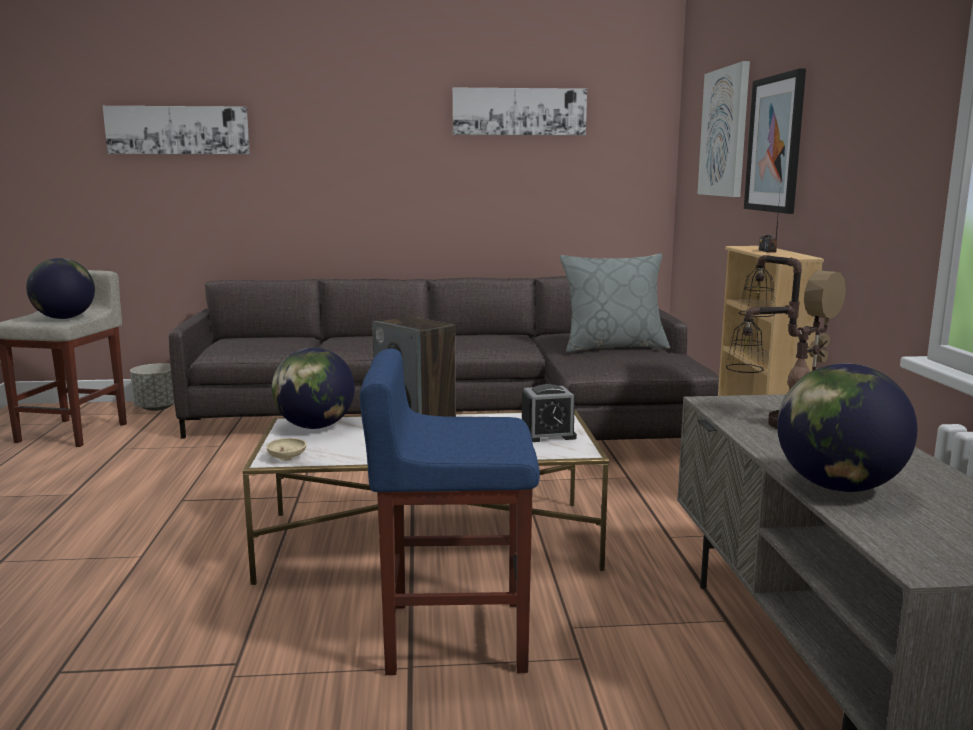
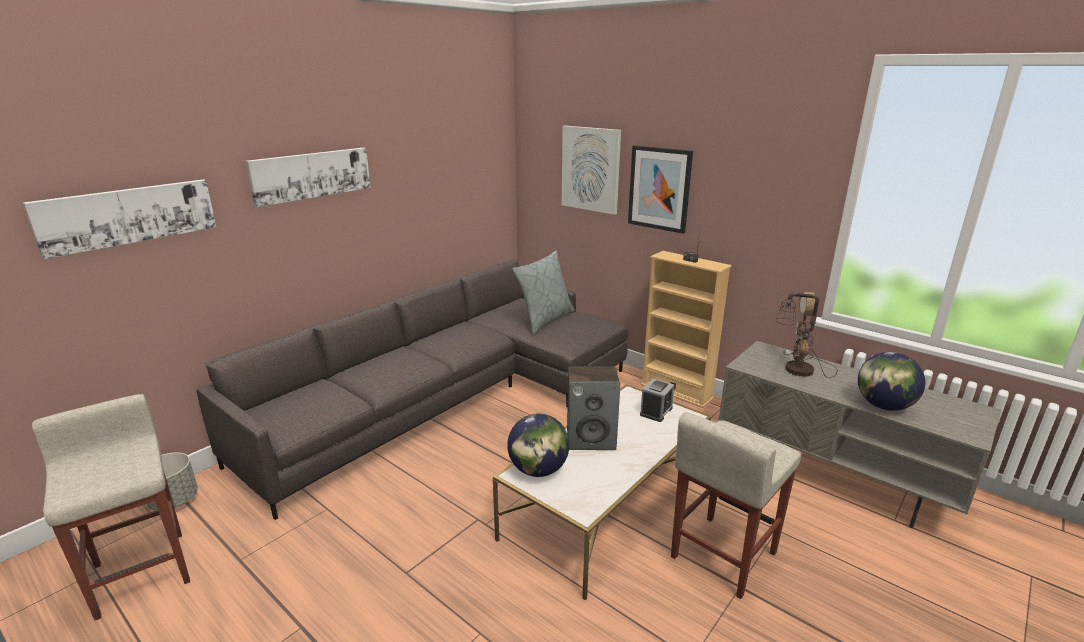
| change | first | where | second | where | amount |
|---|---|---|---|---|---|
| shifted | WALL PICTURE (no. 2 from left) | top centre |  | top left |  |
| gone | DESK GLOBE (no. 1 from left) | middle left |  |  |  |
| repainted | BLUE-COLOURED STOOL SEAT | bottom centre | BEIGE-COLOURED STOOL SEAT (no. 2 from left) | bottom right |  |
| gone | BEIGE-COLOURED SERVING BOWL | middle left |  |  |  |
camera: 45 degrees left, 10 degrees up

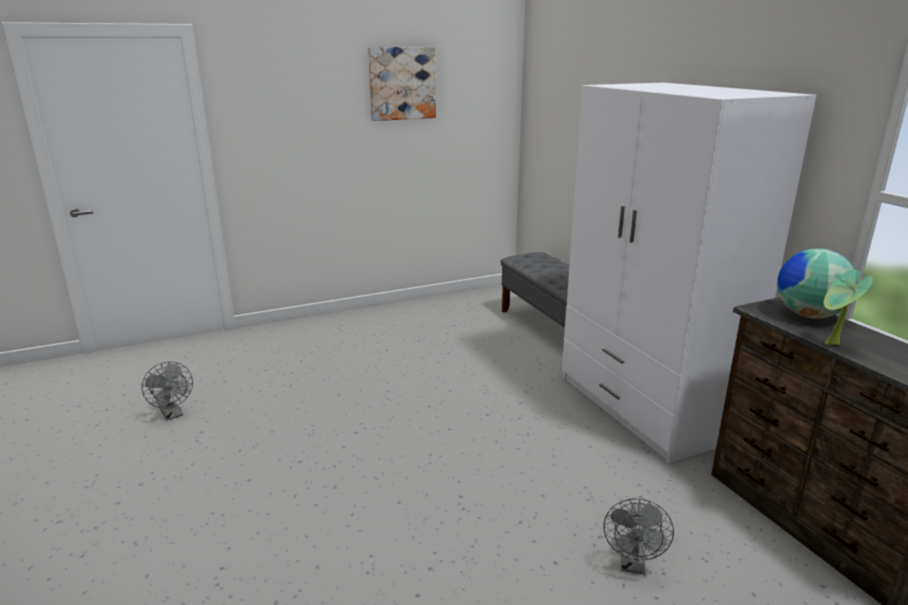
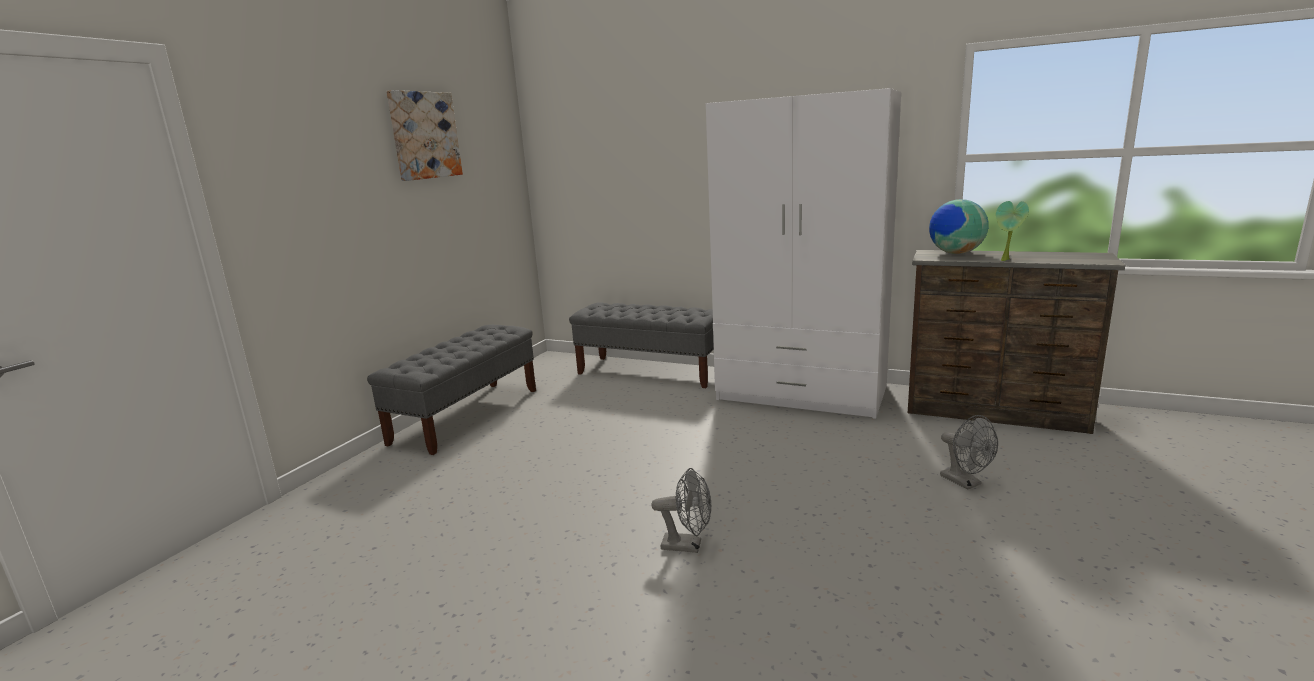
| change | first | where | second | where | amount |
|---|---|---|---|---|---|
| shifted | GRAY COOLING FAN (no. 1 from left) | middle left |  | bottom centre |  |
| new |  |  | GRAY LONG SEAT (no. 1 from left) | centre |  |
camera: 40 degrees left, 5 degrees down

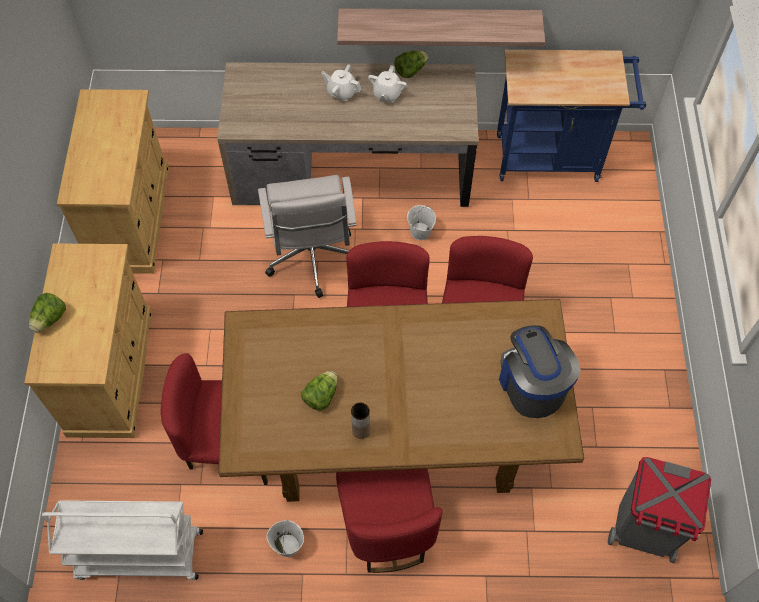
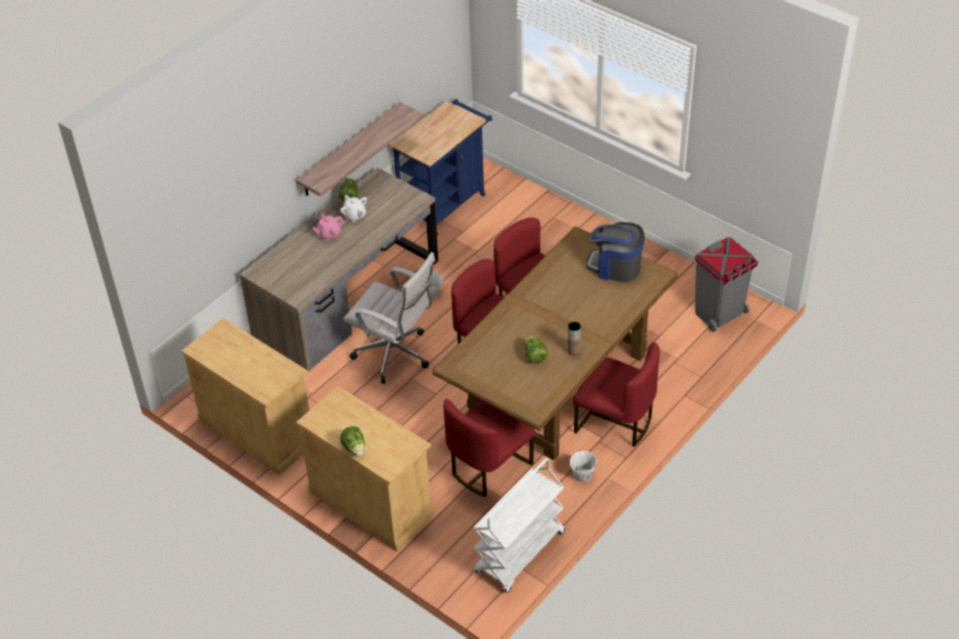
| change | first | where | second | where | amount |
|---|---|---|---|---|---|
| repainted | WHITE-COLOURED TEAPOT (no. 1 from left) | top centre | PINKISH TEAPOT | centre |  |
camera: 50 degrees left, 15 degrees down

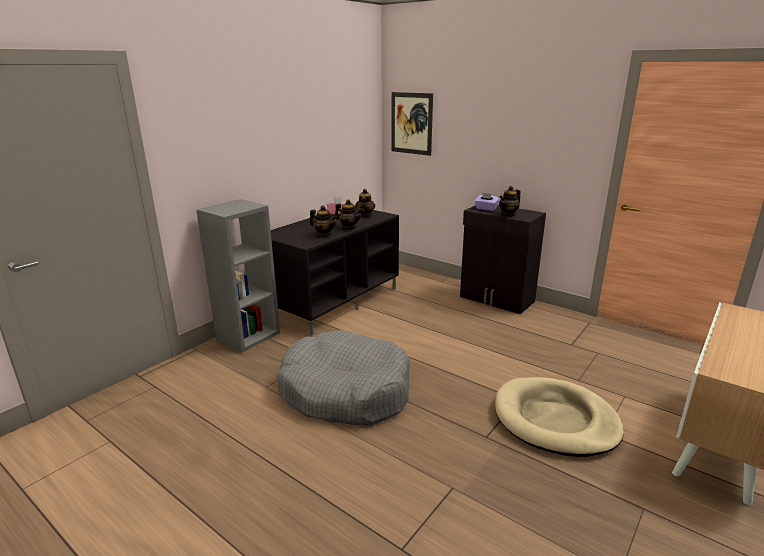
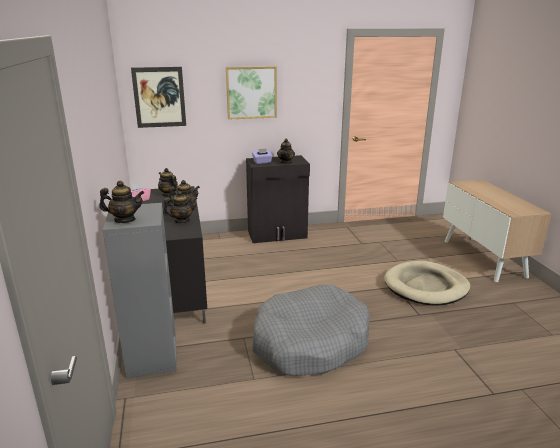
| change | first | where | second | where | amount |
|---|---|---|---|---|---|
| new |  |  | WALL PICTURE (no. 2 from left) | top centre |  |
| new |  |  | TEAPOT (no. 1 from left) | middle left |  |
camera: 50 degrees left, 0 degrees up

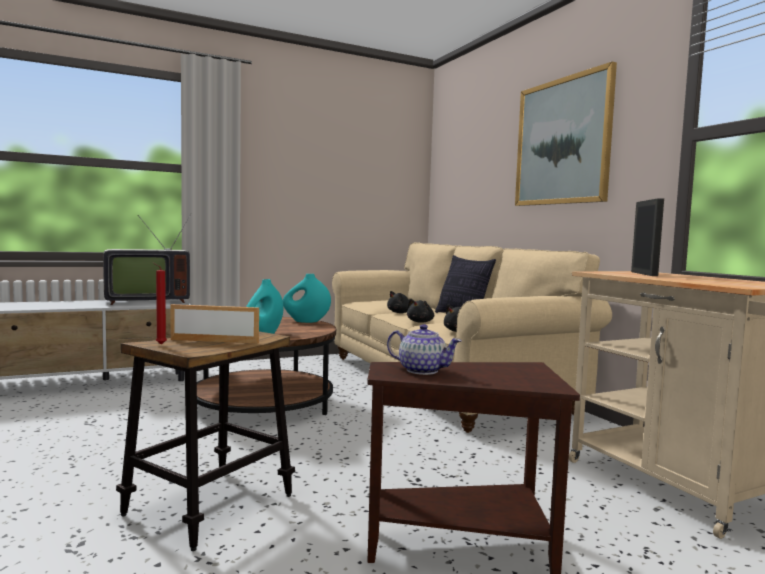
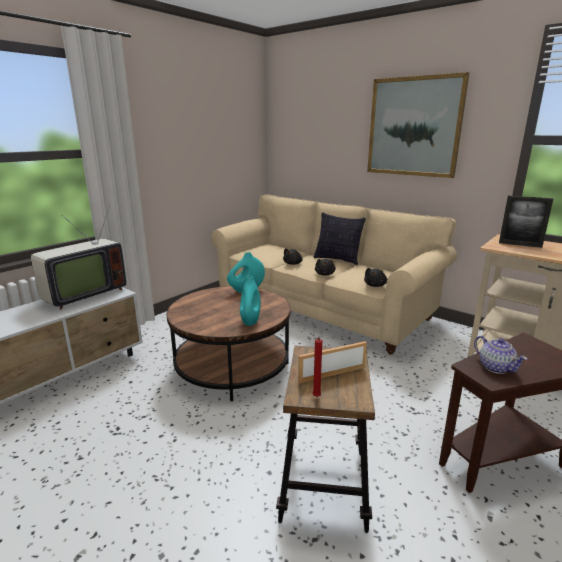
| change | first | where | second | where | amount |
|---|---|---|---|---|---|
| rotated | PHOTO FRAME (no. 2 from left) | middle right |  | middle right | 135 degrees clockwise |
| rotated | TEAPOT | centre |  | middle right | 60 degrees clockwise |
camera: 25 degrees left, 15 degrees up

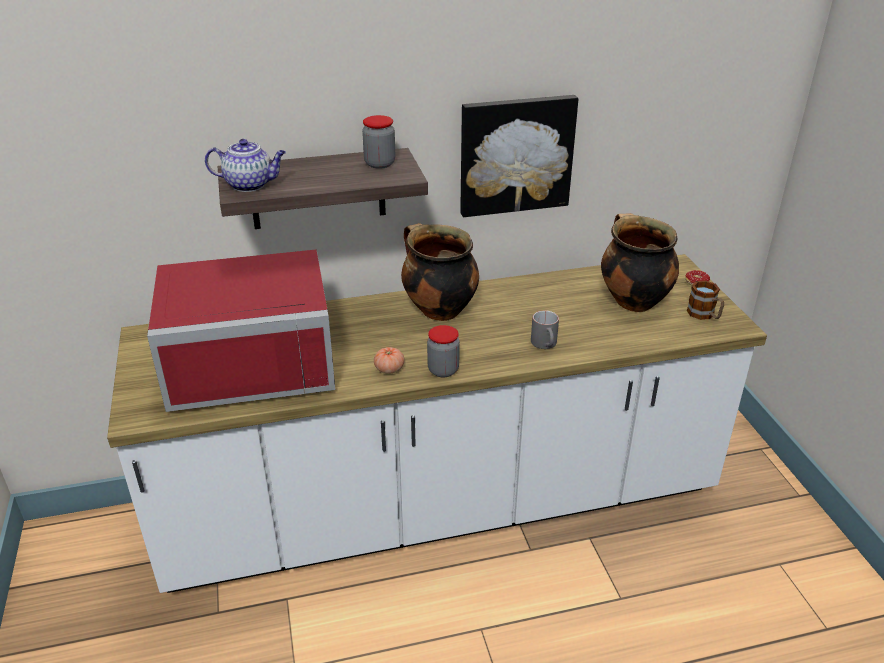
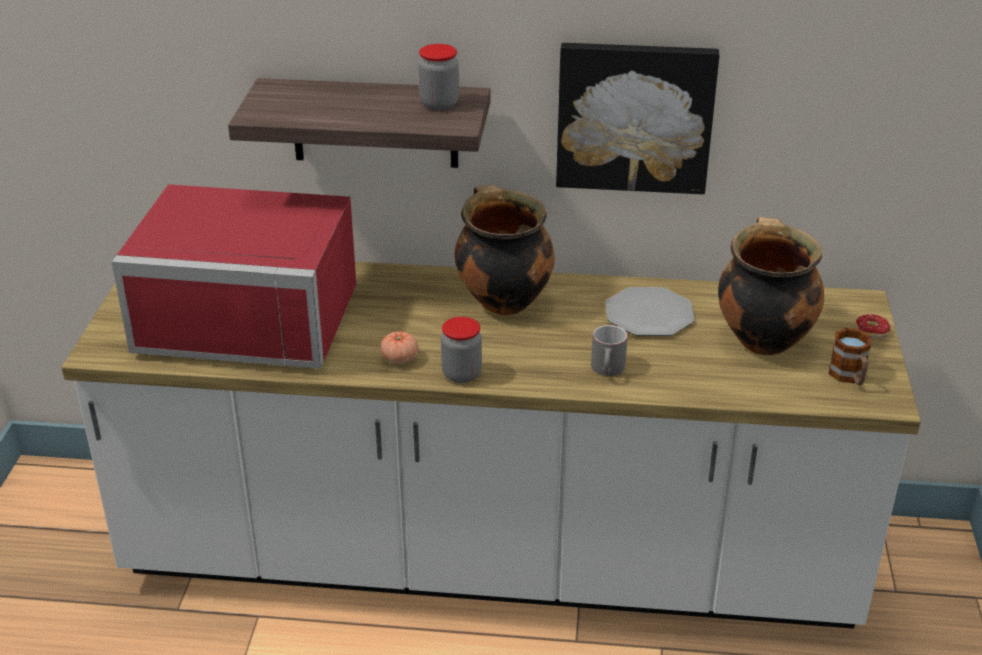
| change | first | where | second | where | amount |
|---|---|---|---|---|---|
| gone | TEAPOT | top left |  |  |  |
| new |  |  | PLATE | centre |  |
camera: 20 degrees right, 0 degrees up

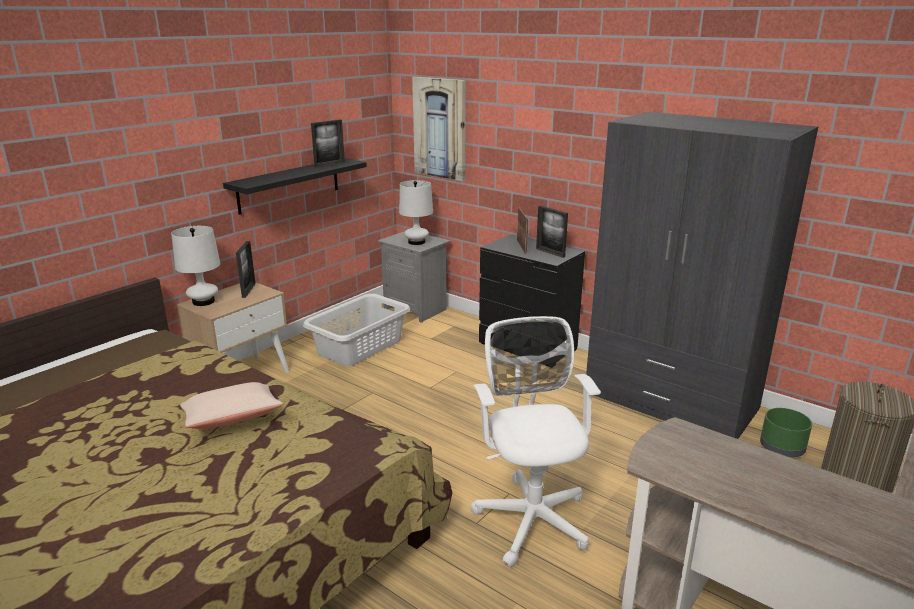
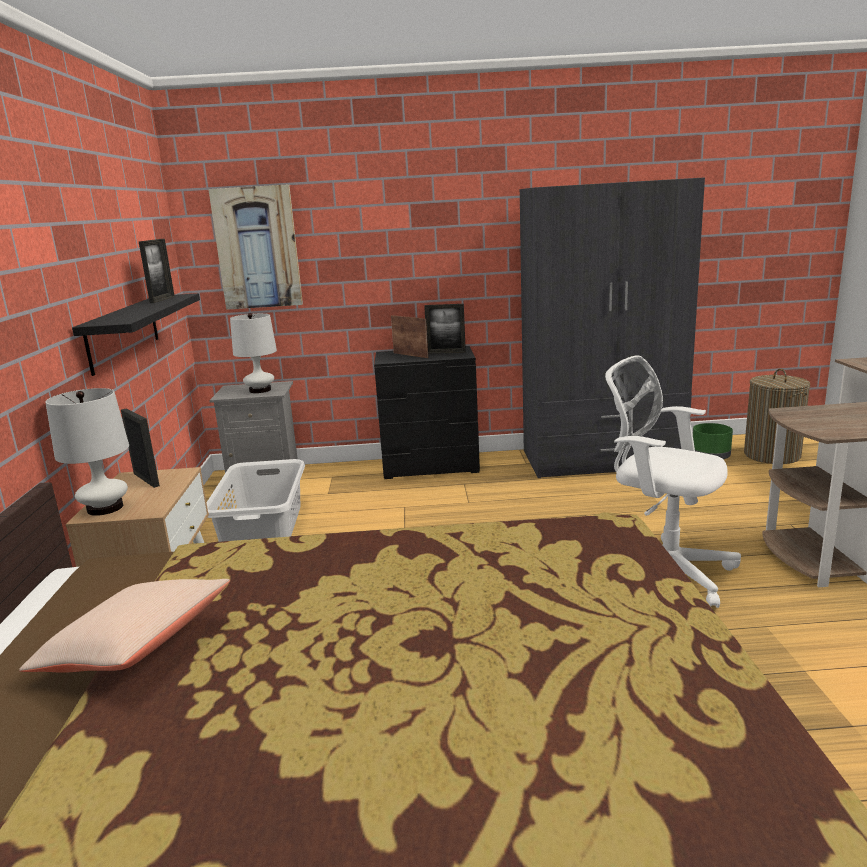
| change | first | where | second | where | amount |
|---|---|---|---|---|---|
| shifted | BEIGE-COLOURED PILLOW | middle left |  | bottom left |  |
camera: 40 degrees left, 5 degrees down

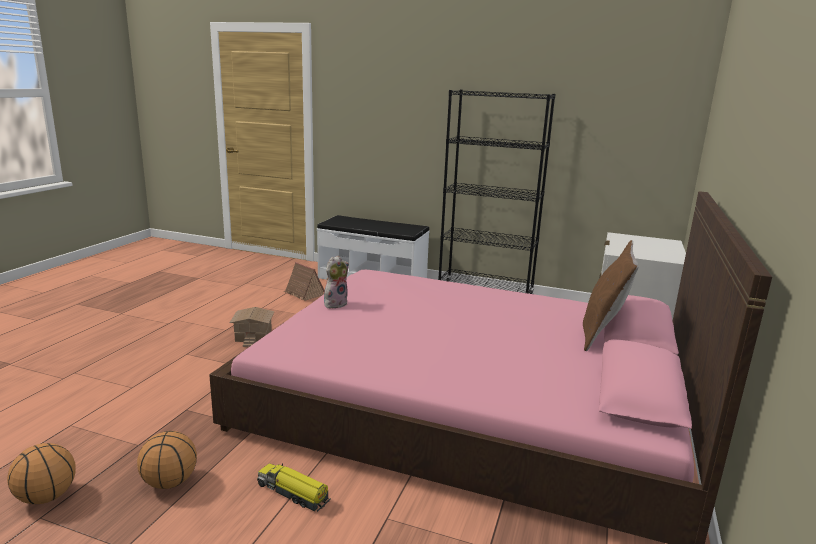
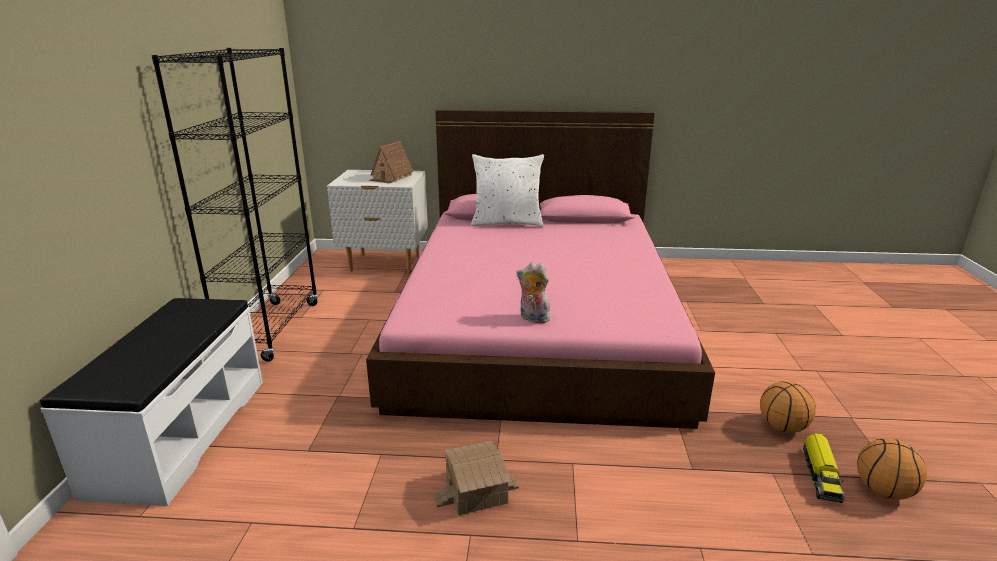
| change | first | where | second | where | amount |
|---|---|---|---|---|---|
| repainted | BROWN PILLOW | middle right | WHITE-COLOURED PILLOW | centre |  |
| shifted | TOY HOUSE (no. 2 from left in the first image) | centre | TOY HOUSE (no. 1 from left) | top centre |  |
| shifted | TOY TRUCK | bottom centre |  | bottom right |  |
camera: 105 degrees left, 5 degrees up

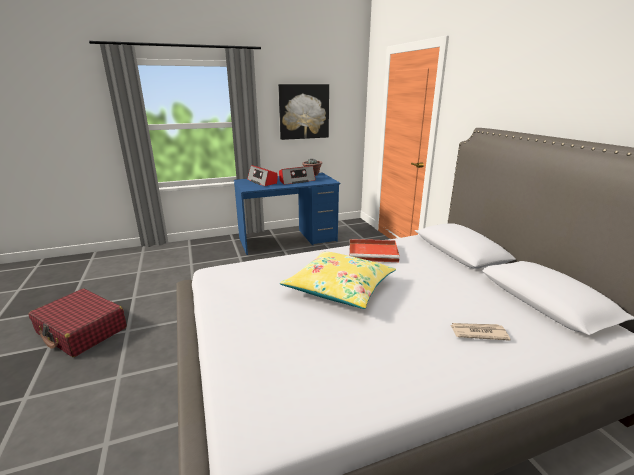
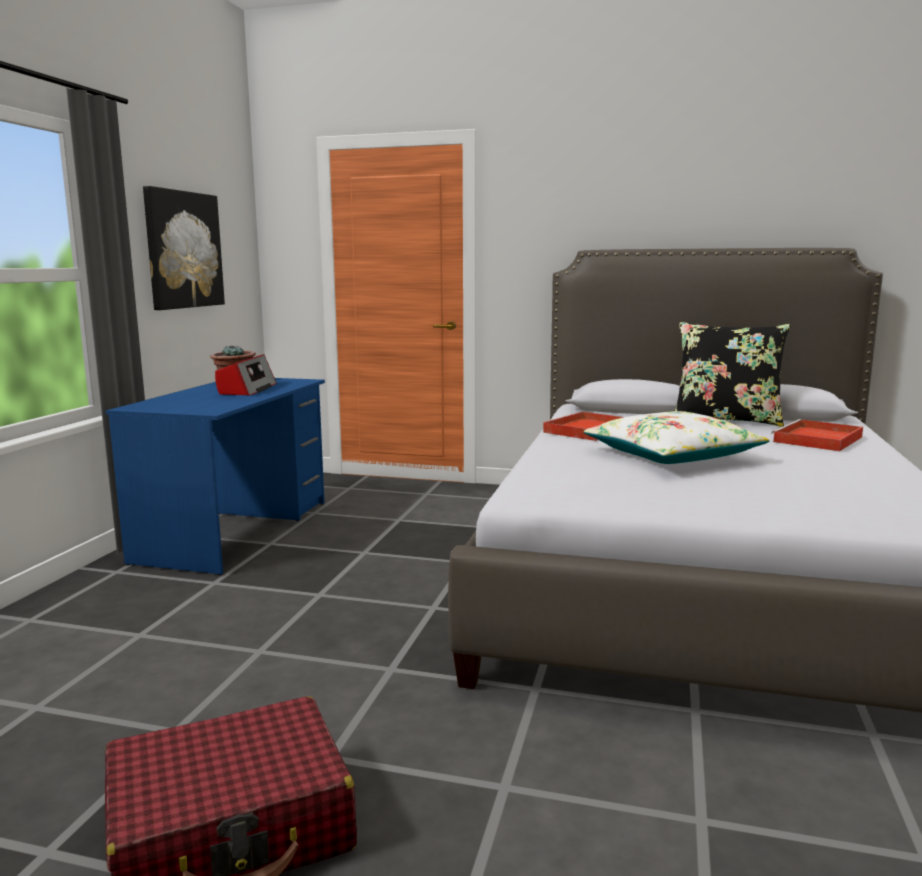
| change | first | where | second | where | amount |
|---|---|---|---|---|---|
| gone | RADIO RECEIVER (no. 1 from left) | centre |  |  |  |
| repainted | YELLOW-COLOURED PILLOW | centre | WHITE-COLOURED PILLOW | middle right |  |
| swapped | DAILY PAPER | bottom right | RED-COLOURED TRAY (no. 2 from left) | middle right |  |
| new |  |  | BLACKISH PILLOW | middle right |  |
camera: 55 degrees left, 10 degrees down

